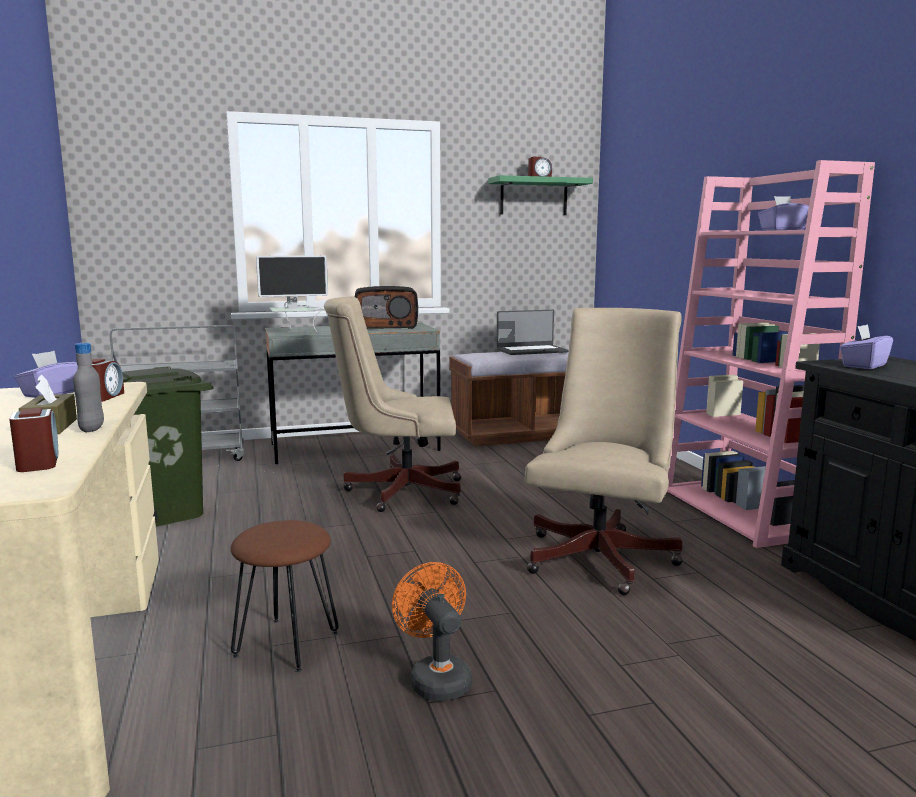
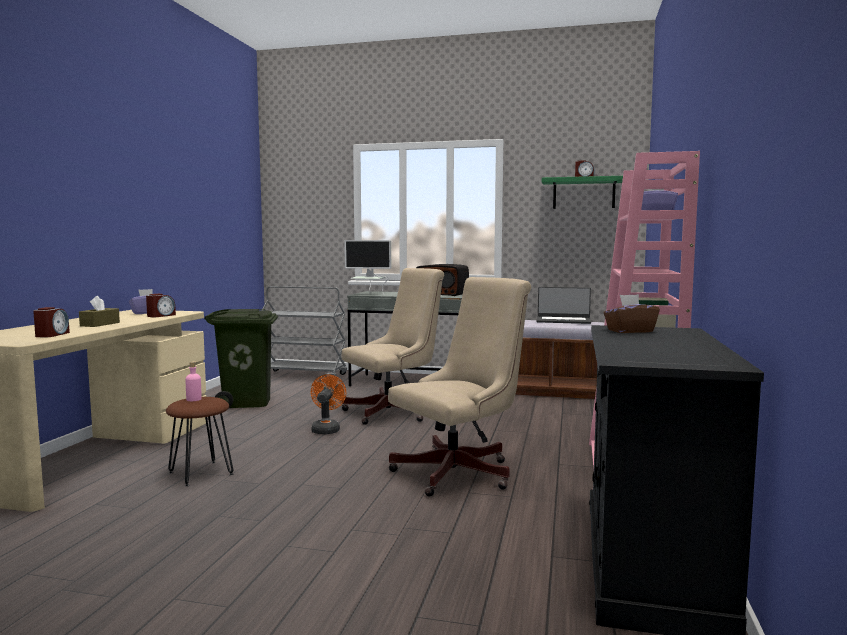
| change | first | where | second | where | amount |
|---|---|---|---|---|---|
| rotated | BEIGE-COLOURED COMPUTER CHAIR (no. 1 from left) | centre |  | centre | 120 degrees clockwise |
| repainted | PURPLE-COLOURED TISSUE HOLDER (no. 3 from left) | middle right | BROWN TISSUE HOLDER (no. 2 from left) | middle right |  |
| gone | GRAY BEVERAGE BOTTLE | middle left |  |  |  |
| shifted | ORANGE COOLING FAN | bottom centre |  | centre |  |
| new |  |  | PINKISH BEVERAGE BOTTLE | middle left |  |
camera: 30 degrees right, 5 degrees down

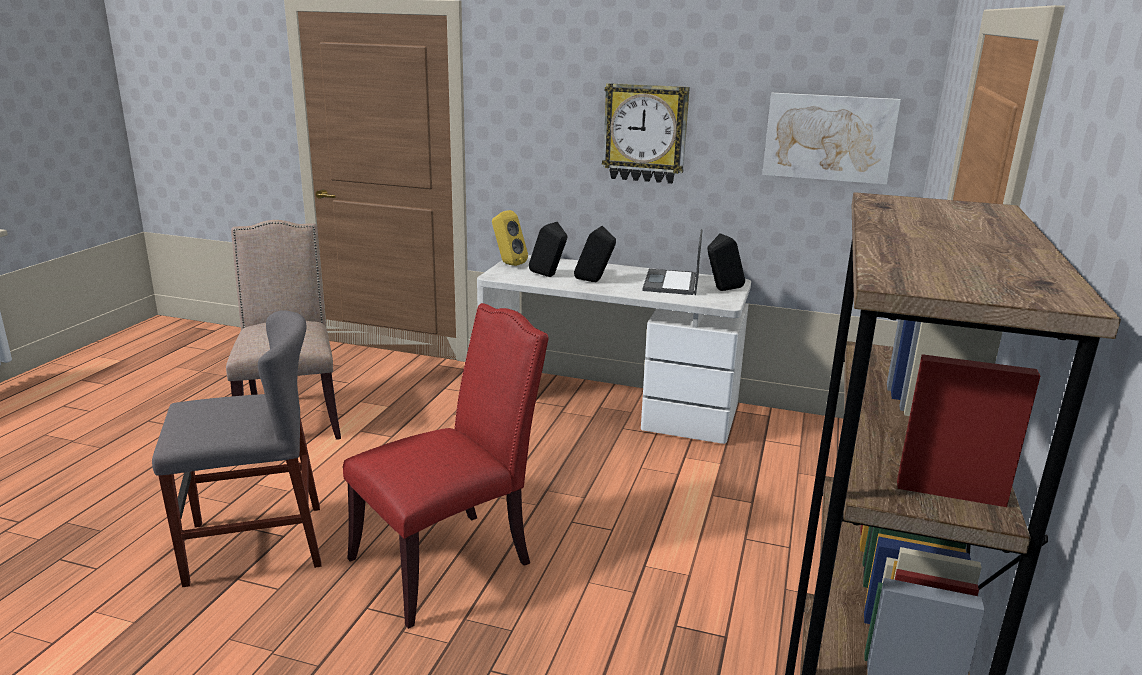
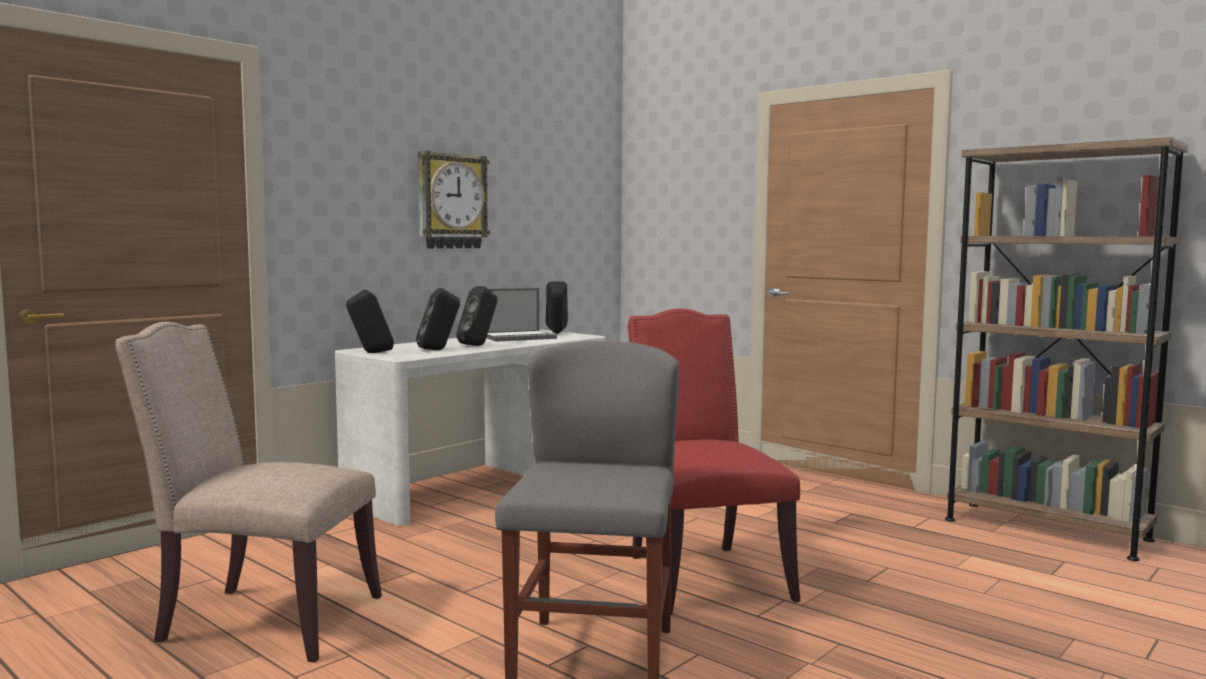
| change | first | where | second | where | amount |
|---|---|---|---|---|---|
| gone | WALL PICTURE | top right |  |  |  |
| repainted | YELLOW-COLOURED LOUDSPEAKER | centre | BLACKISH LOUDSPEAKER (no. 1 from left) | middle left |  |
| rotated | PORTABLE COMPUTER | centre |  | centre | 60 degrees counterclockwise |
camera: 65 degrees left, 15 degrees down

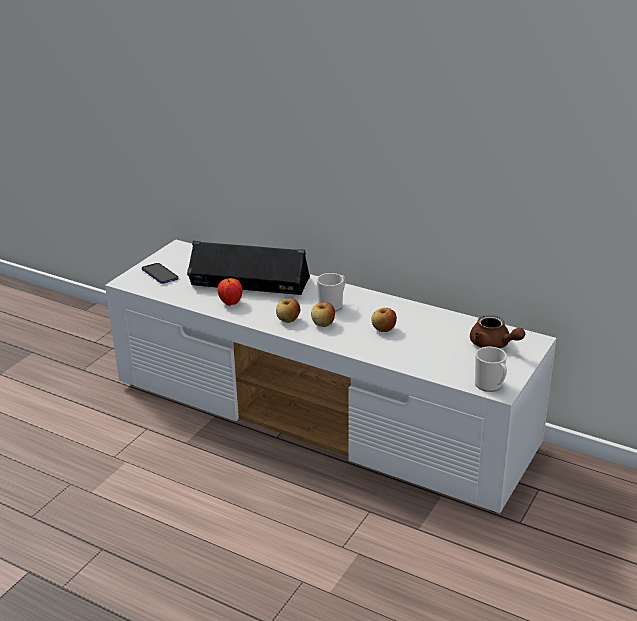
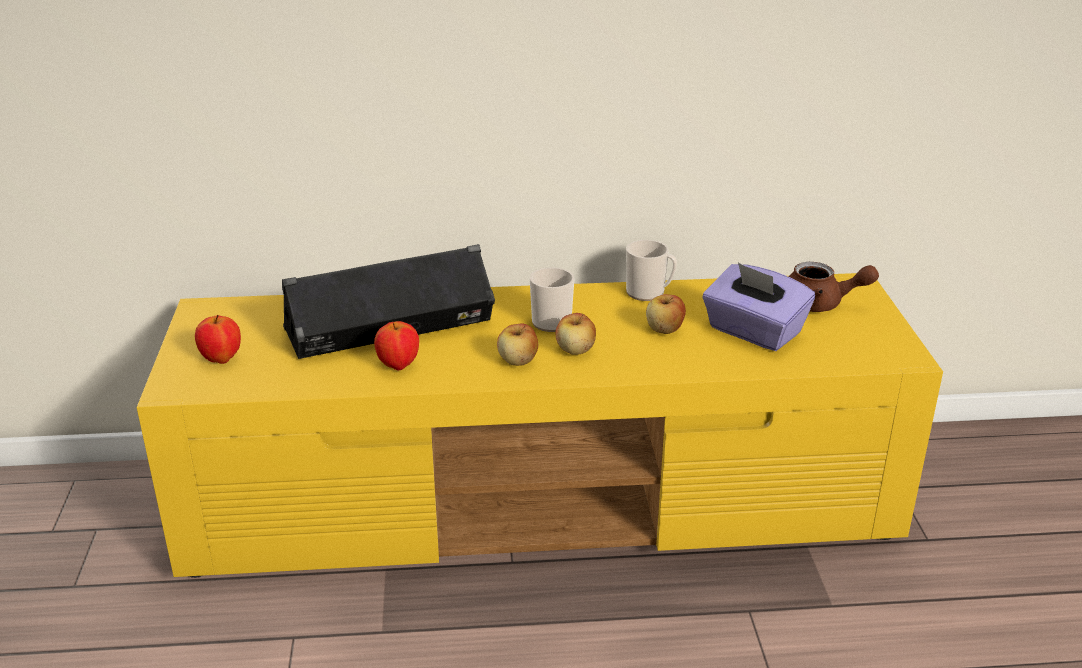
| change | first | where | second | where | amount |
|---|---|---|---|---|---|
| repainted | WHITE-COLOURED MEDIA CONSOLE | centre | YELLOW-COLOURED MEDIA CONSOLE | centre |  |
| swapped | HANDSET | middle left | WHOLE APPLE (no. 1 from left) | middle left |  |
| shifted | TEA MUG (no. 2 from left) | middle right |  | centre |  |
| new |  |  | PURPLE-COLOURED TISSUE HOLDER | middle right |  |
camera: 35 degrees left, 0 degrees up

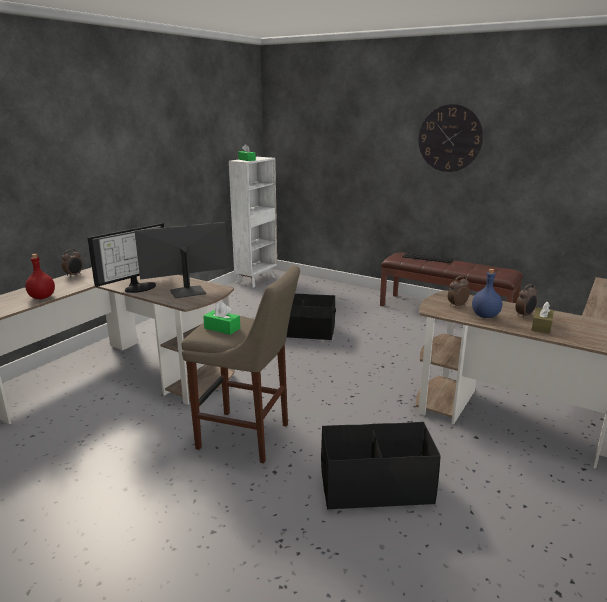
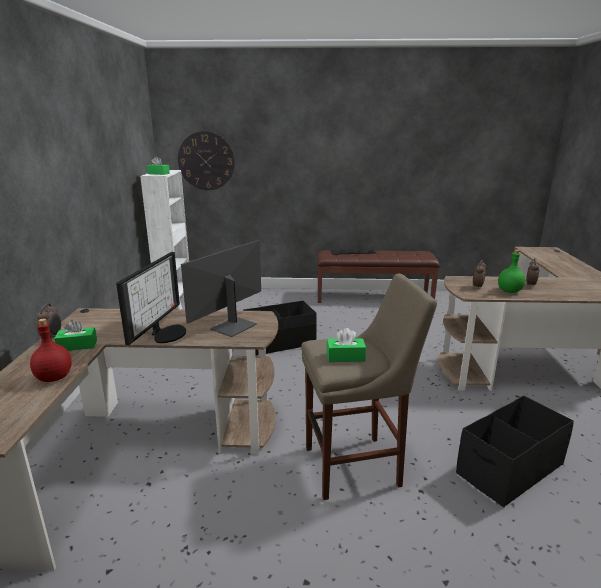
| change | first | where | second | where | amount |
|---|---|---|---|---|---|
| shifted | WALL CLOCK | top right |  | top centre |  |
| repainted | BLUE-COLOURED BEVERAGE BOTTLE | middle right | GREEN-COLOURED BEVERAGE BOTTLE | middle right |  |
| gone | BROWN TISSUE HOLDER | middle right |  |  |  |
| new |  |  | GREEN-COLOURED TISSUE HOLDER (no. 1 from left) | middle left |  |
camera: 30 degrees left, 0 degrees up

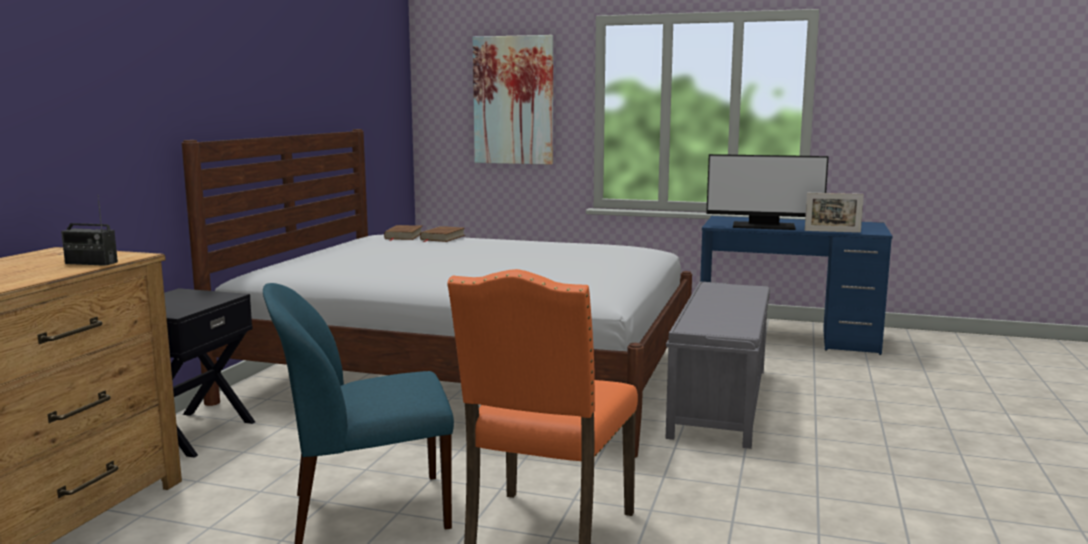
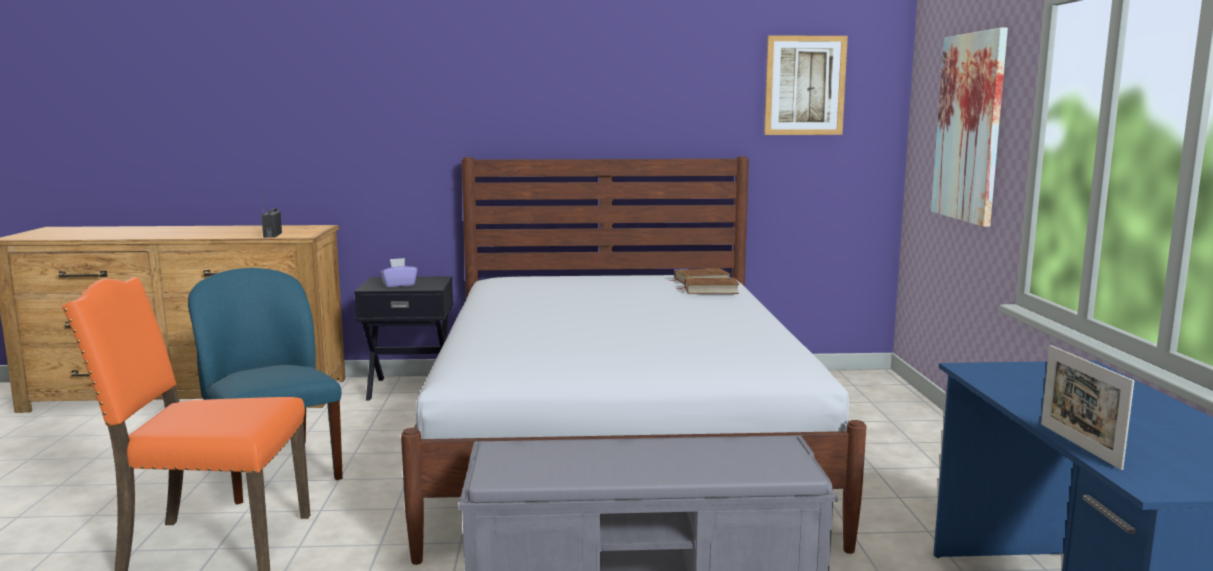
| change | first | where | second | where | amount |
|---|---|---|---|---|---|
| gone | COMPUTER SCREEN | middle right |  |  |  |
| new |  |  | WALL PICTURE (no. 1 from left) | top centre |  |
| new |  |  | PURPLE-COLOURED TISSUE HOLDER | middle left |  |
camera: 70 degrees right, 0 degrees up

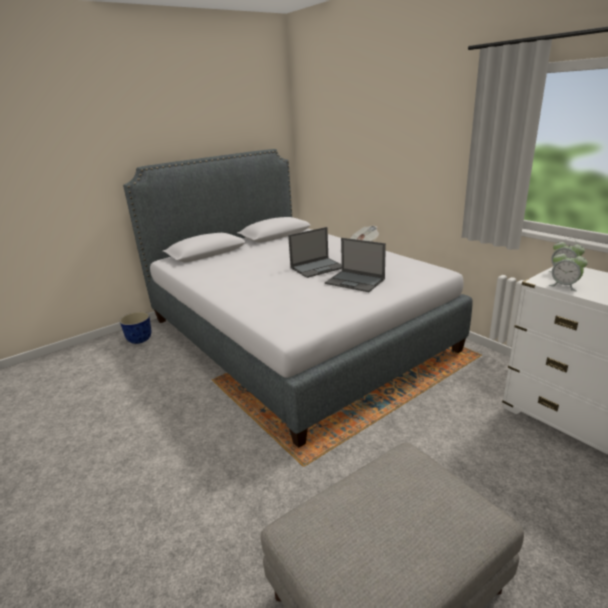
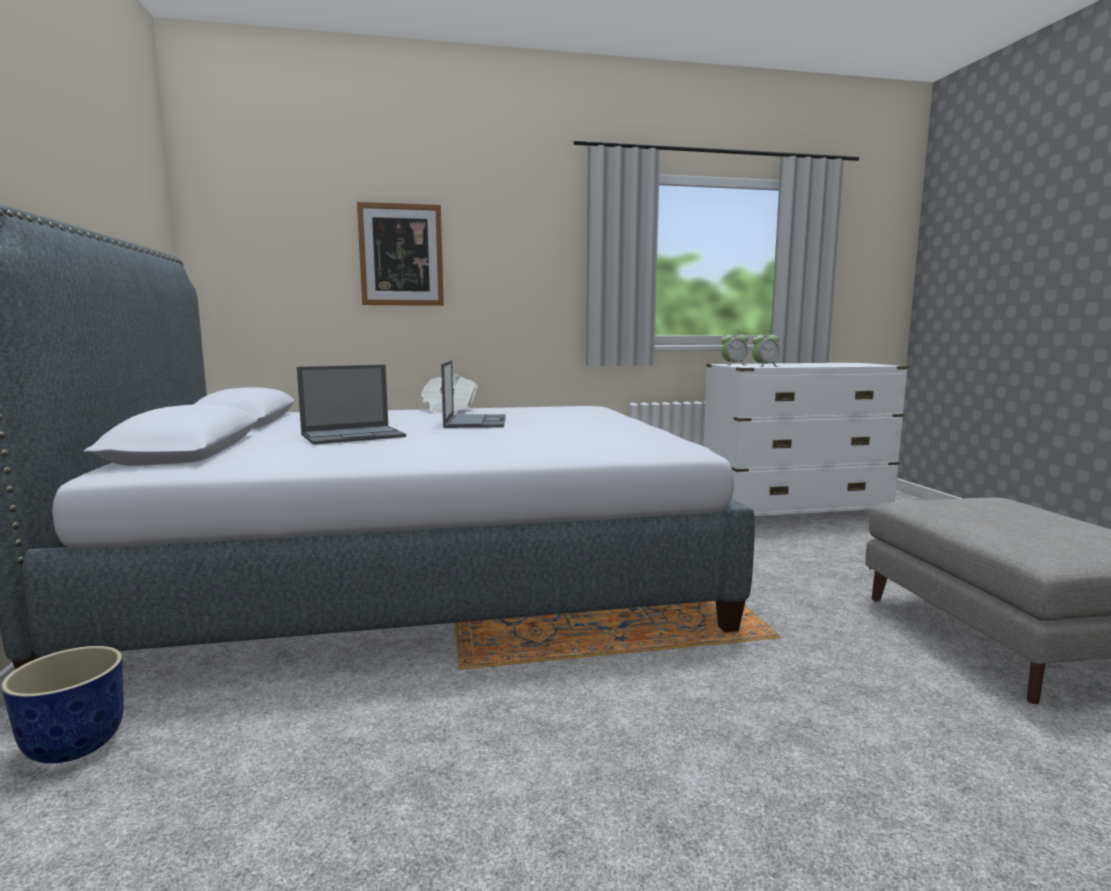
| change | first | where | second | where | amount |
|---|---|---|---|---|---|
| shifted | PORTABLE COMPUTER (no. 2 from left in the first image) | centre | PORTABLE COMPUTER (no. 1 from left) | middle left |  |
| new |  |  | WALL PICTURE | top centre |  |
camera: 65 degrees left, 15 degrees down

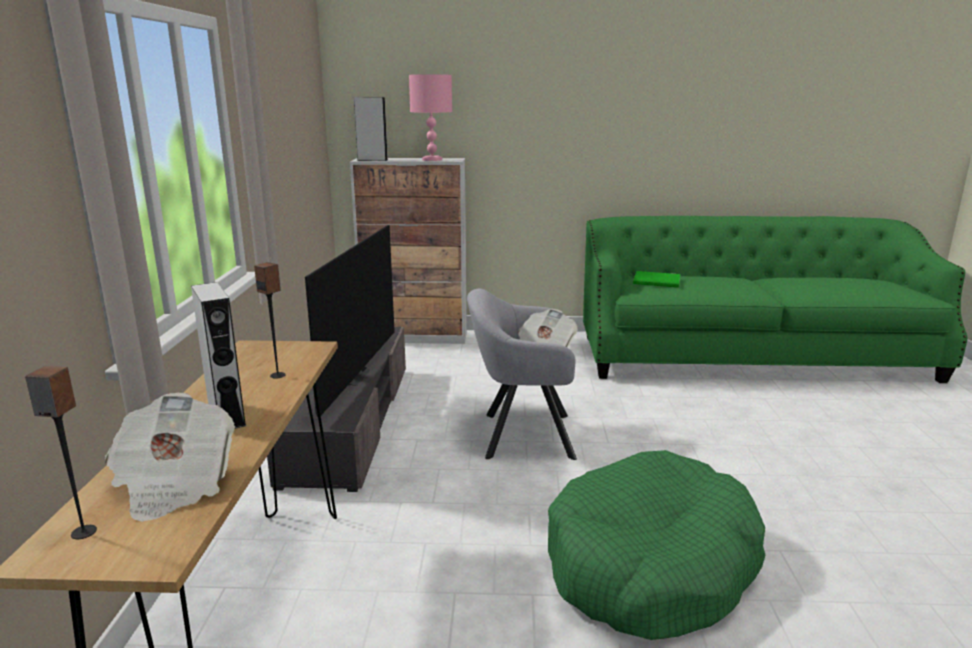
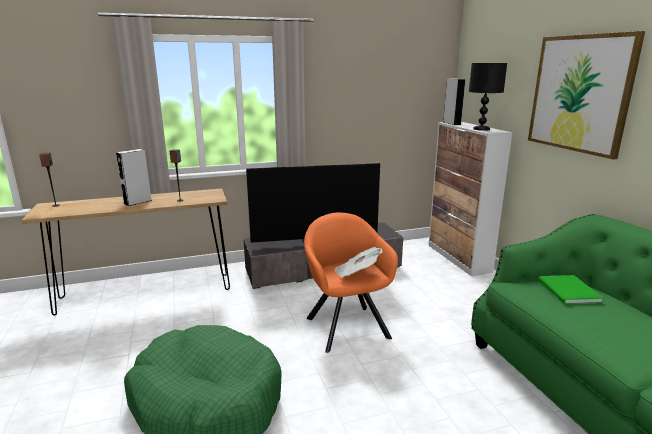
| change | first | where | second | where | amount |
|---|---|---|---|---|---|
| repainted | PINKISH TABLETOP LAMP | top centre | BLACKISH TABLETOP LAMP | top right |  |
| repainted | GRAY ARMCHAIR | centre | ORANGE ARMCHAIR | centre |  |
| gone | DAILY PAPER (no. 1 from left) | bottom left |  |  |  |
| new |  |  | WALL PICTURE | top right |  |
camera: 70 degrees right, 0 degrees up

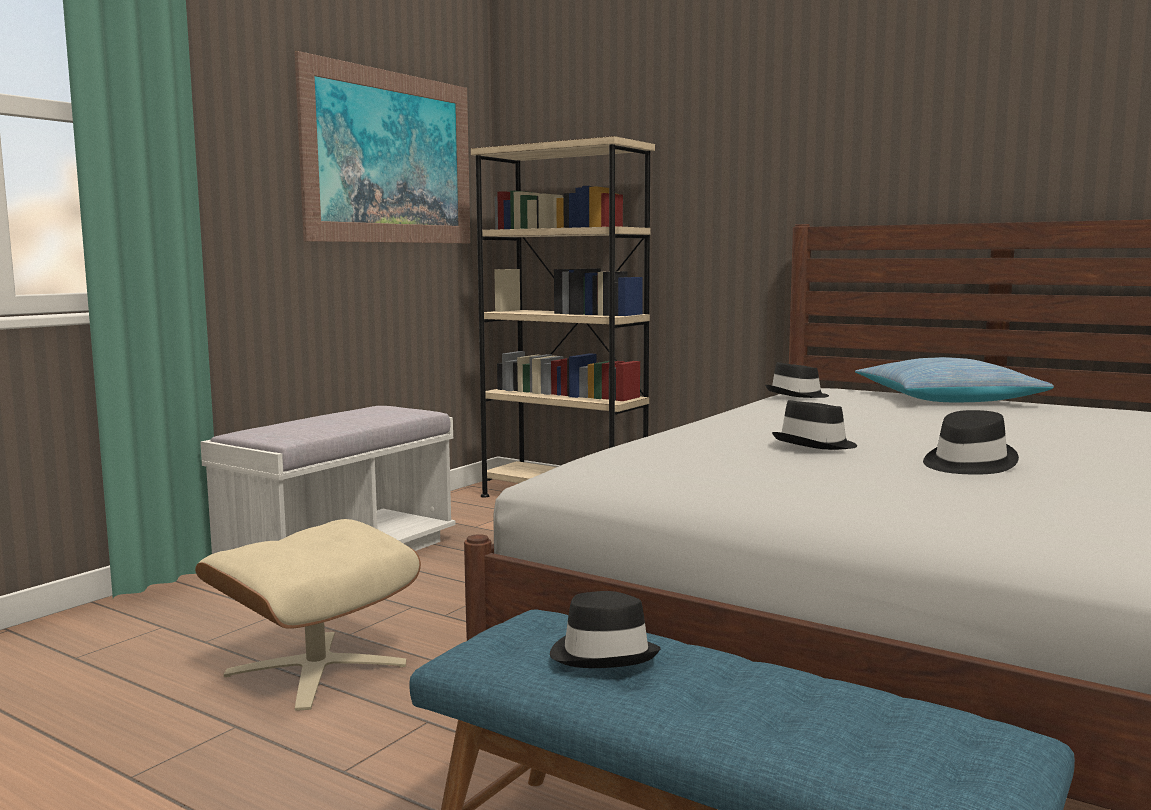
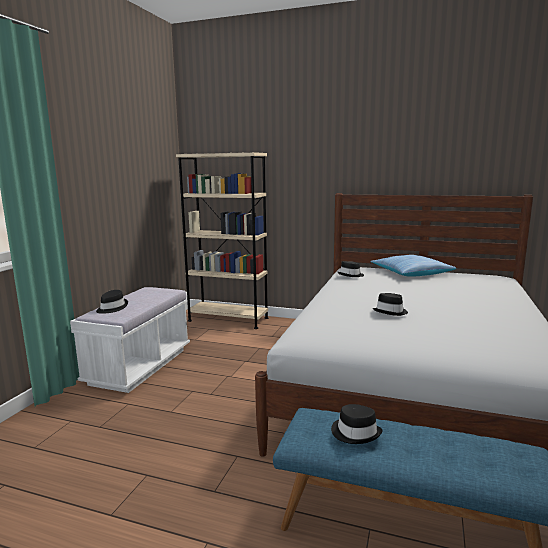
| change | first | where | second | where | amount |
|---|---|---|---|---|---|
| gone | WALL PICTURE | top left |  |  |  |
| shifted | BLACKISH CLOTHING HAT (no. 4 from left in the first image) | middle right | BLACKISH CLOTHING HAT (no. 1 from left) | middle left |  |
| gone | BEIGE-COLOURED OTTOMAN | bottom left |  |  |  |
camera: 15 degrees left, 5 degrees up

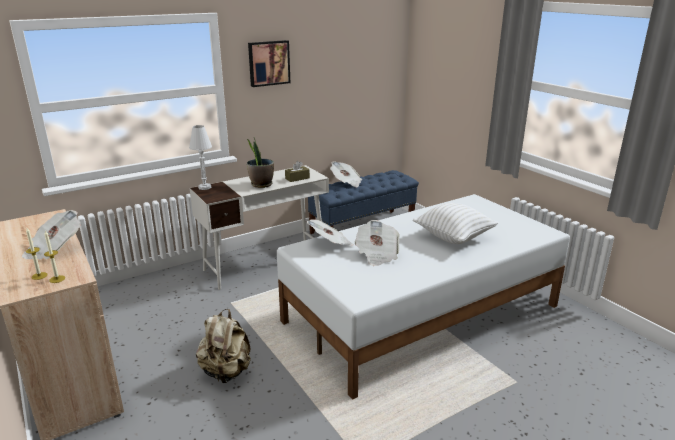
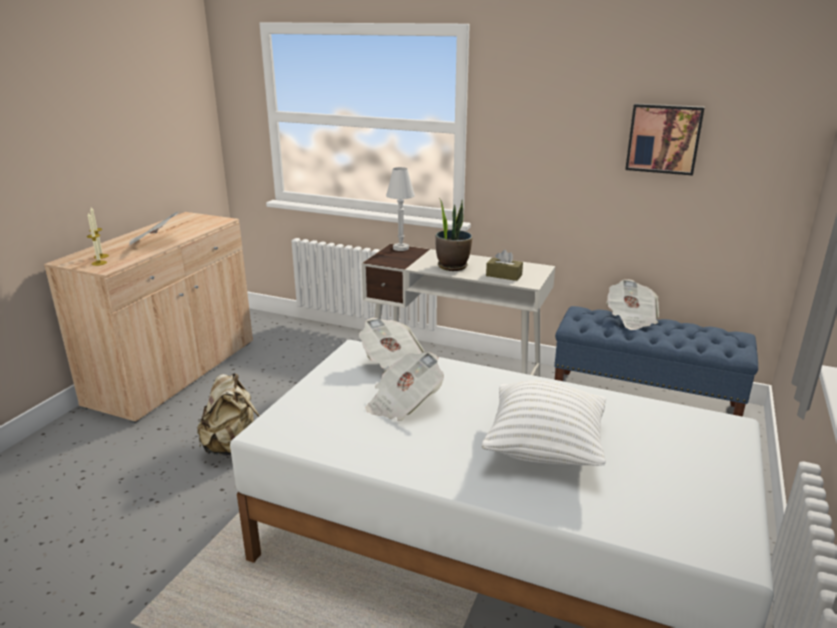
| change | first | where | second | where | amount |
|---|---|---|---|---|---|
| shifted | WALL PICTURE | top centre |  | top right |  |
camera: 55 degrees right, 0 degrees up

